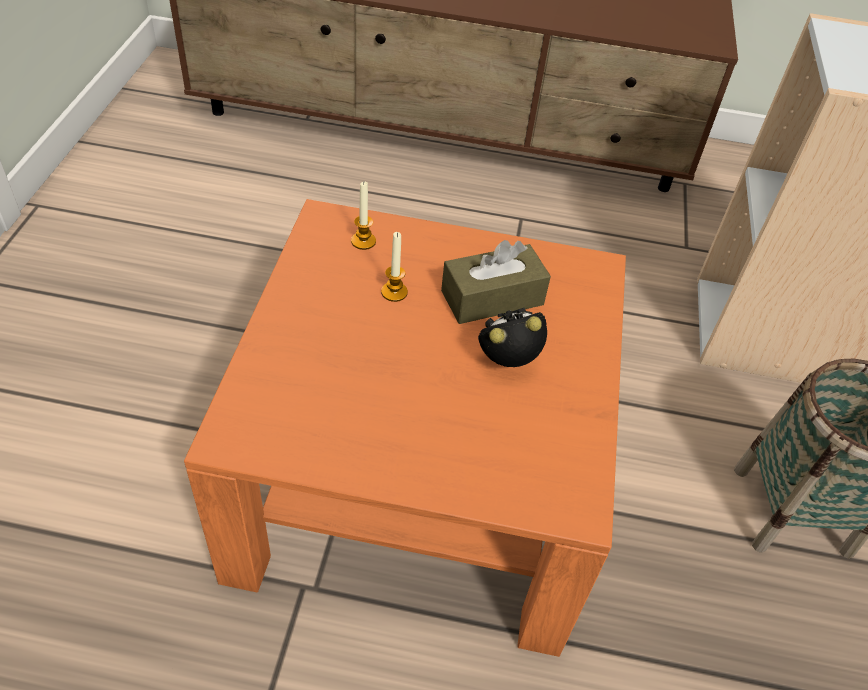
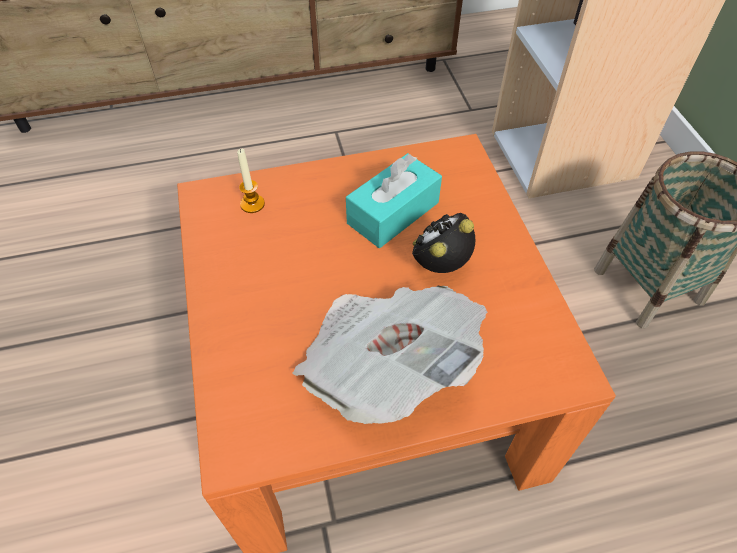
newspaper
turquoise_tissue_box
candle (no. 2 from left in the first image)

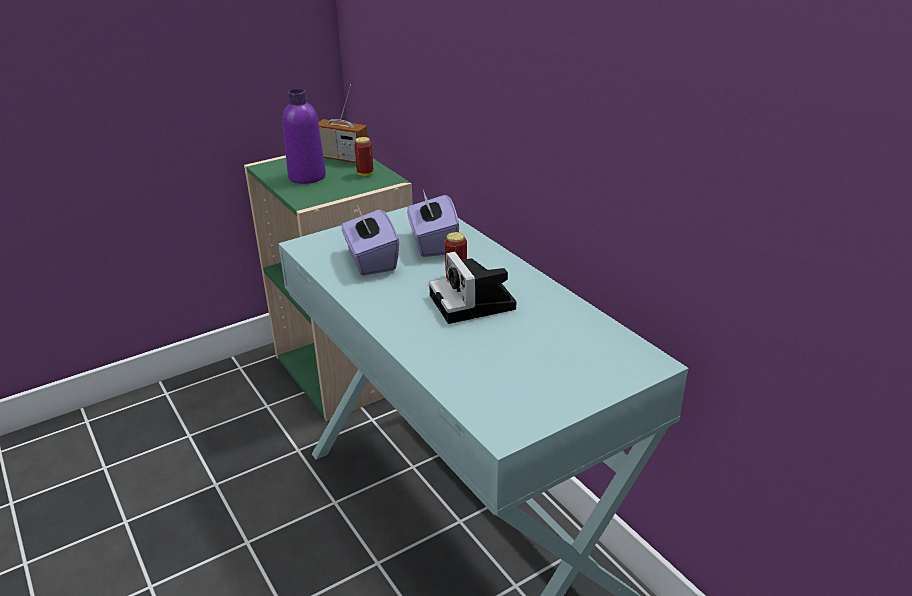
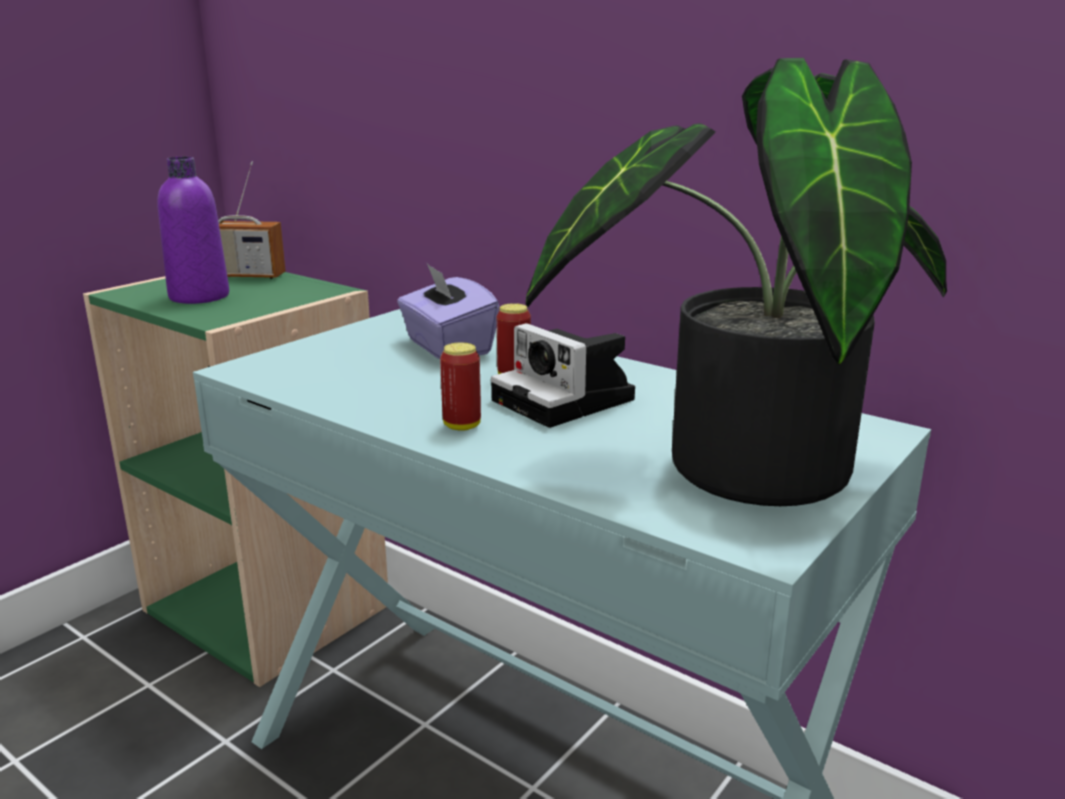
can (no. 1 from left)
potted_plant
purple_tissue_box (no. 1 from left in the first image)

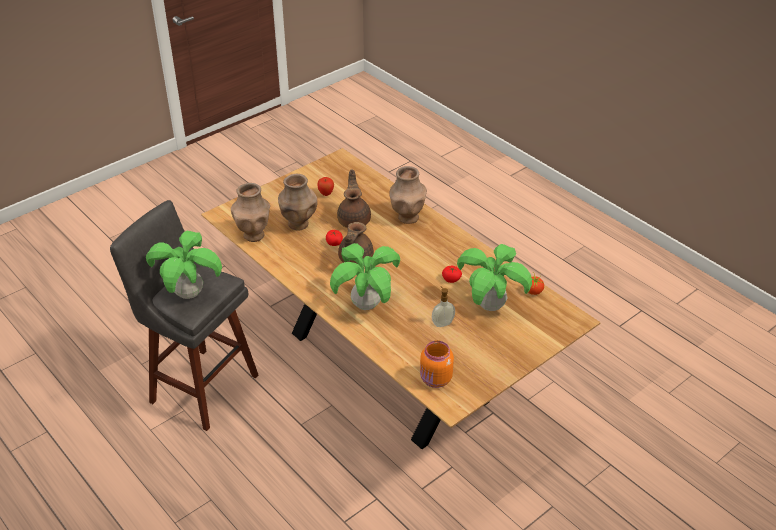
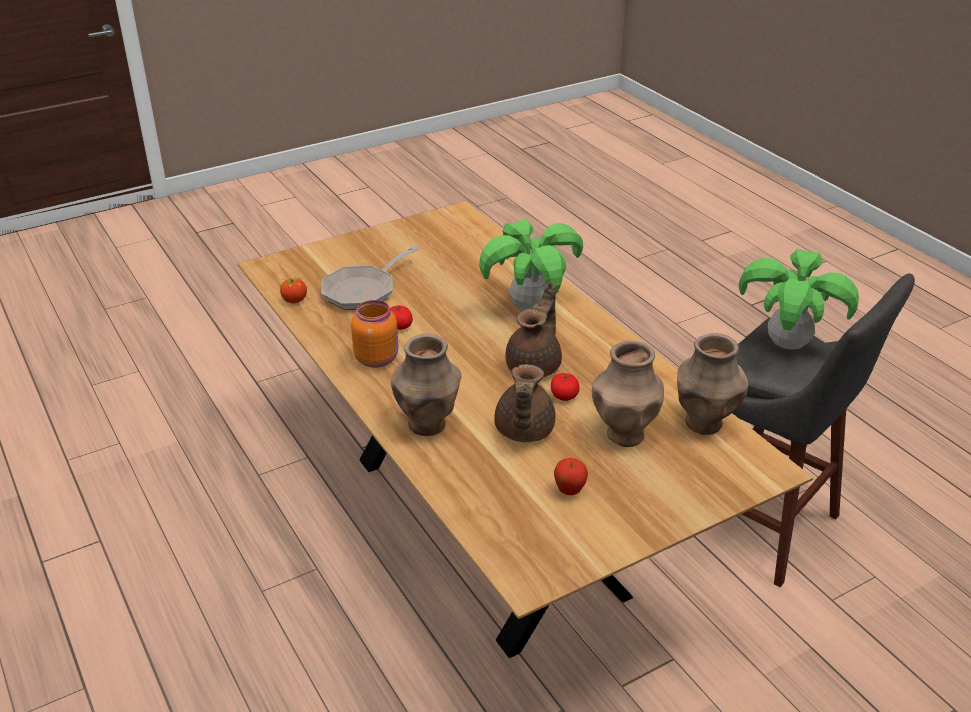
frying_pan
orange_jar
soap_dispenser

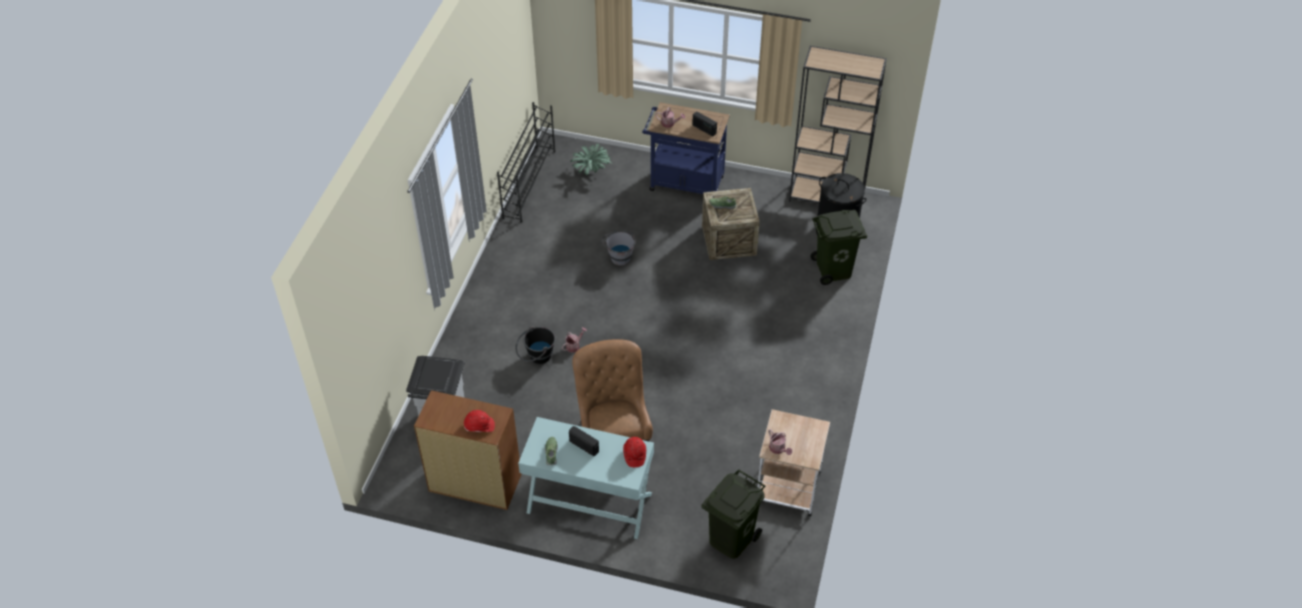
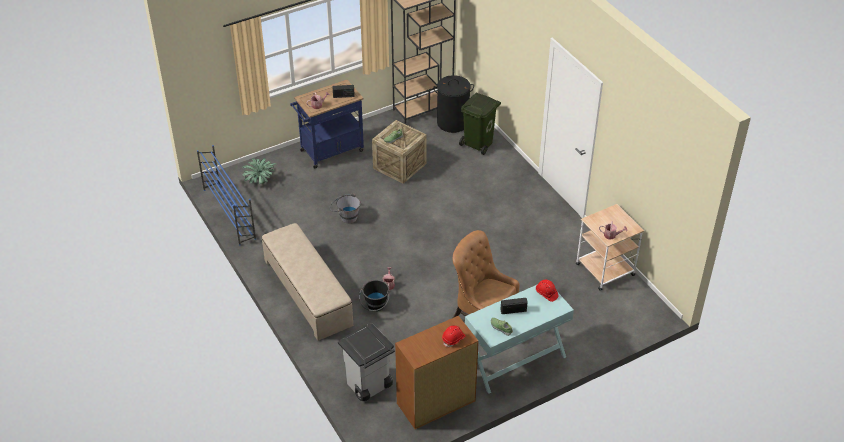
blue_shoe_rack
beige_bench
green_trash_can (no. 1 from left in the first image)

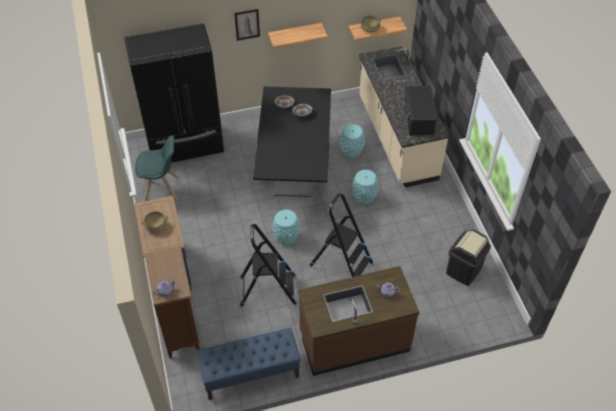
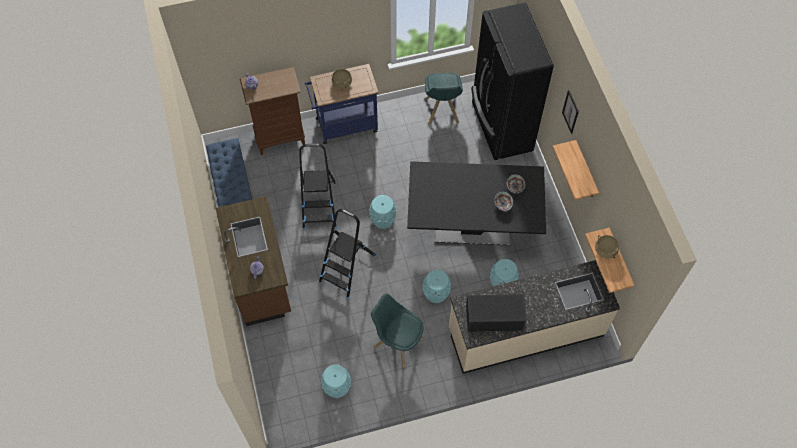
turquoise_stool (no. 1 from left)
turquoise_chair (no. 1 from left)

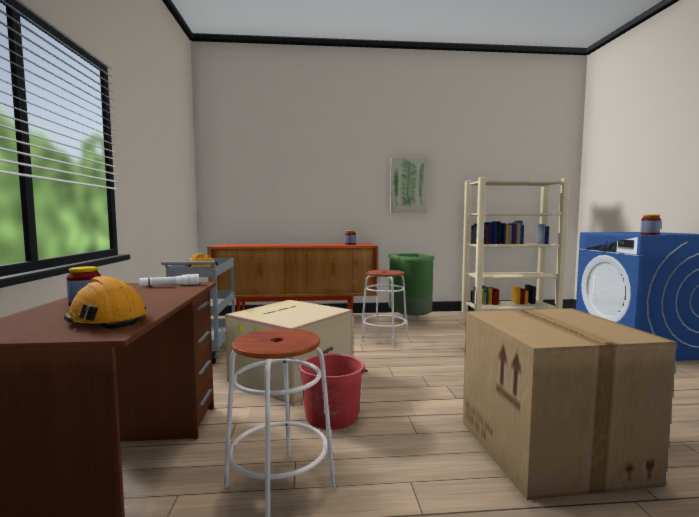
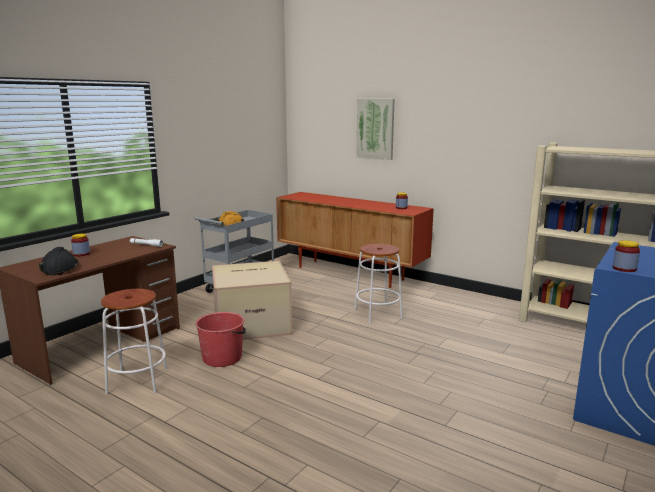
black_hard_hat
picture
green_trash_can
cardboard_box (no. 2 from left in the first image)

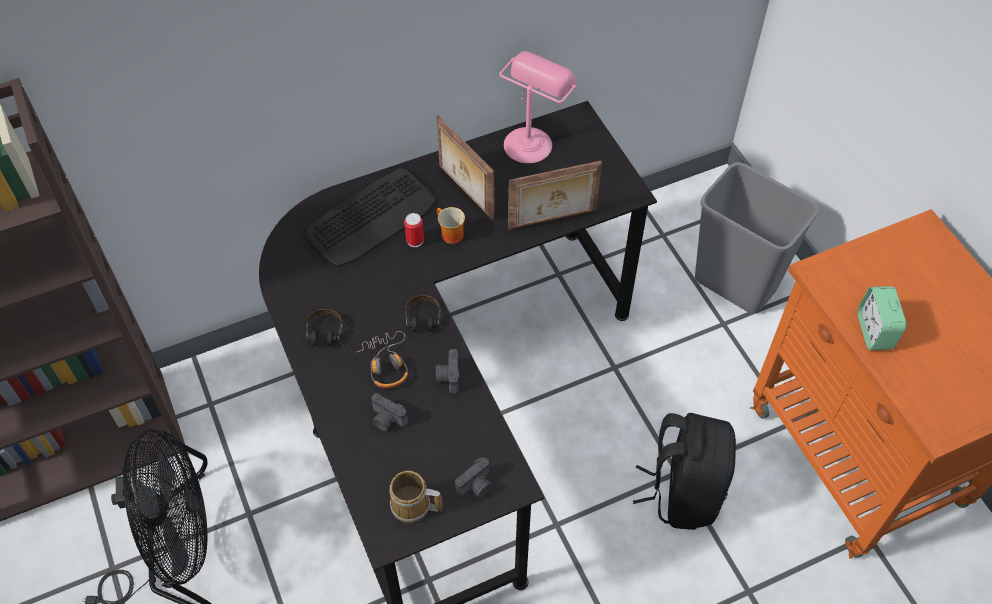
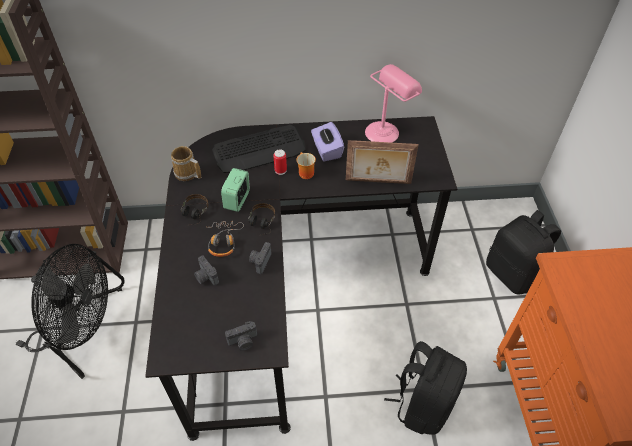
mug (no. 1 from left)
alarm_clock
purple_tissue_box
black_backpack (no. 2 from left)

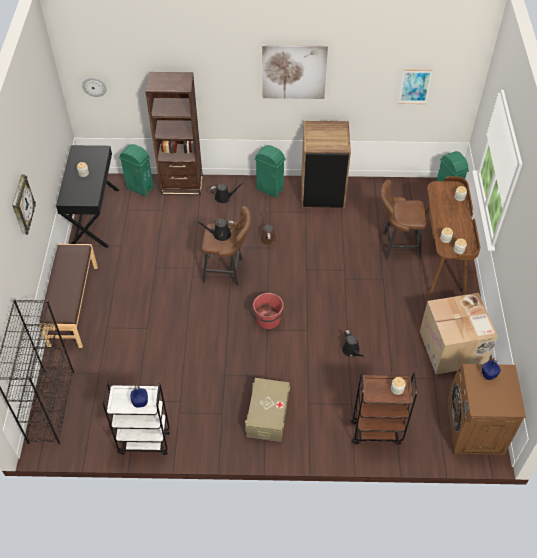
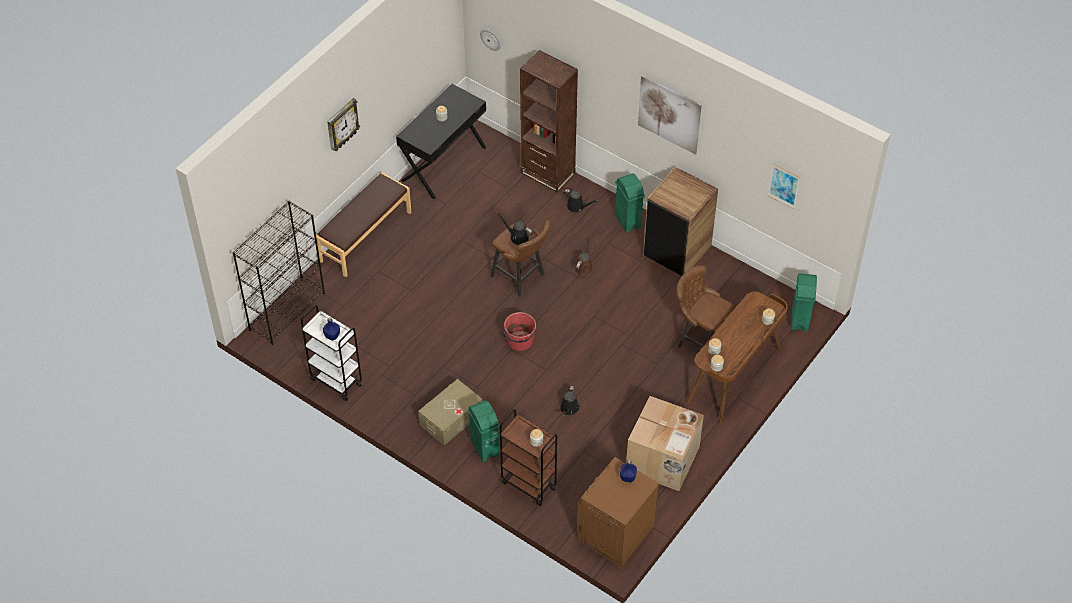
green_trash_can (no. 1 from left)

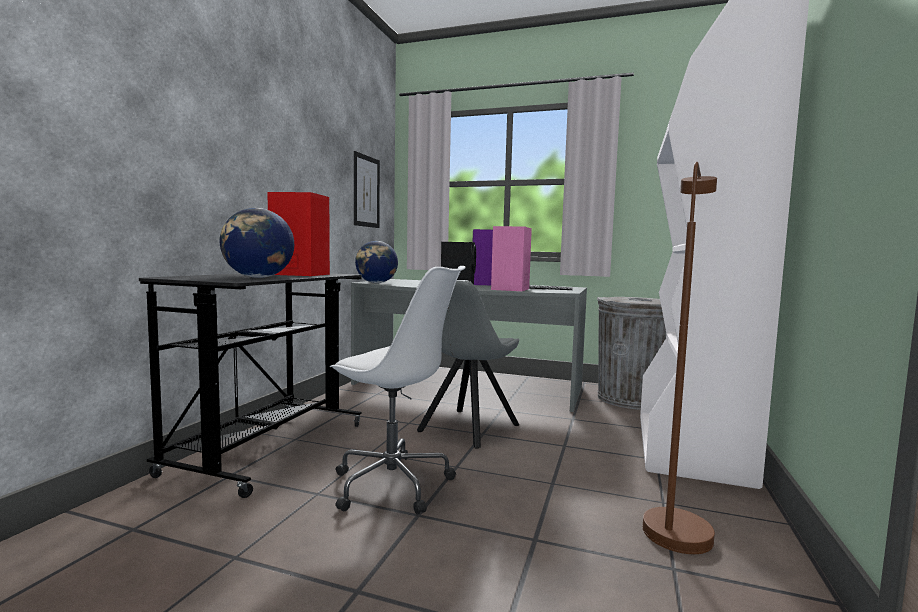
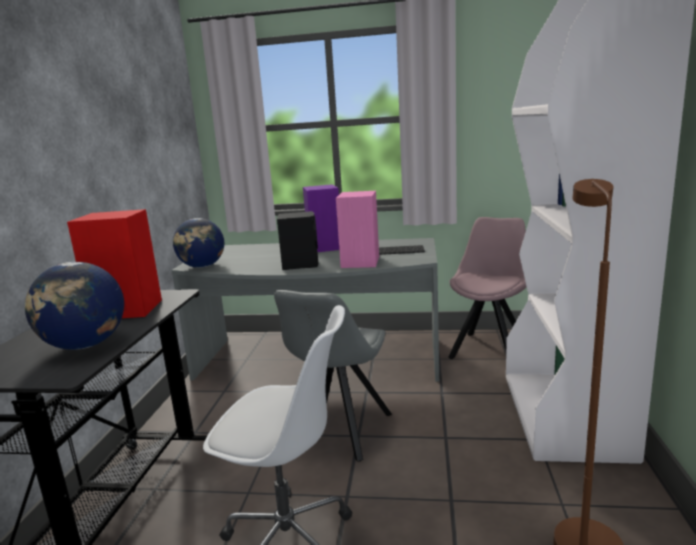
pink_chair
picture

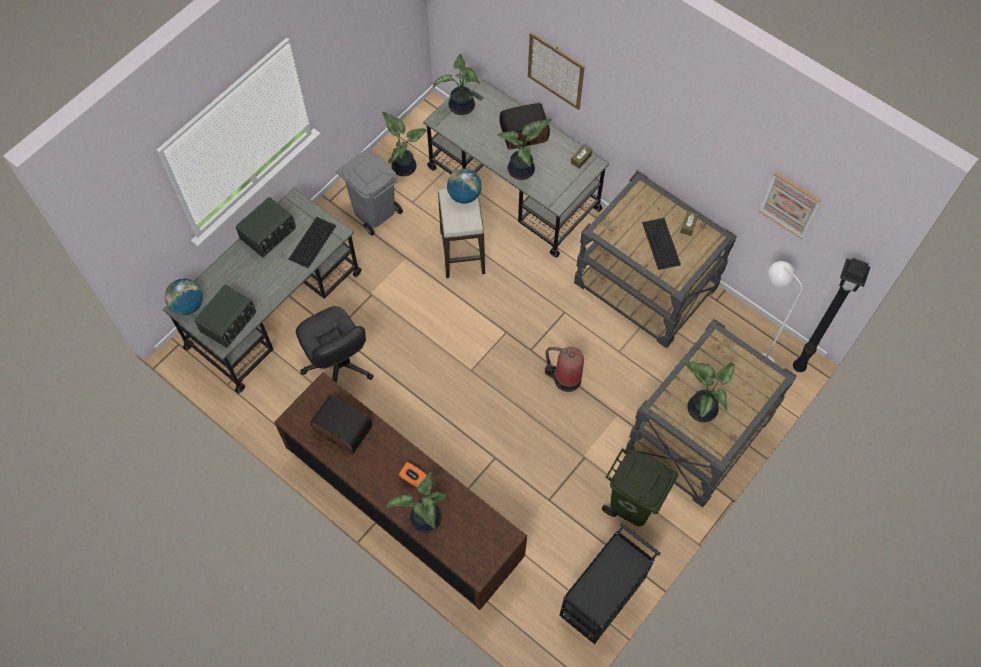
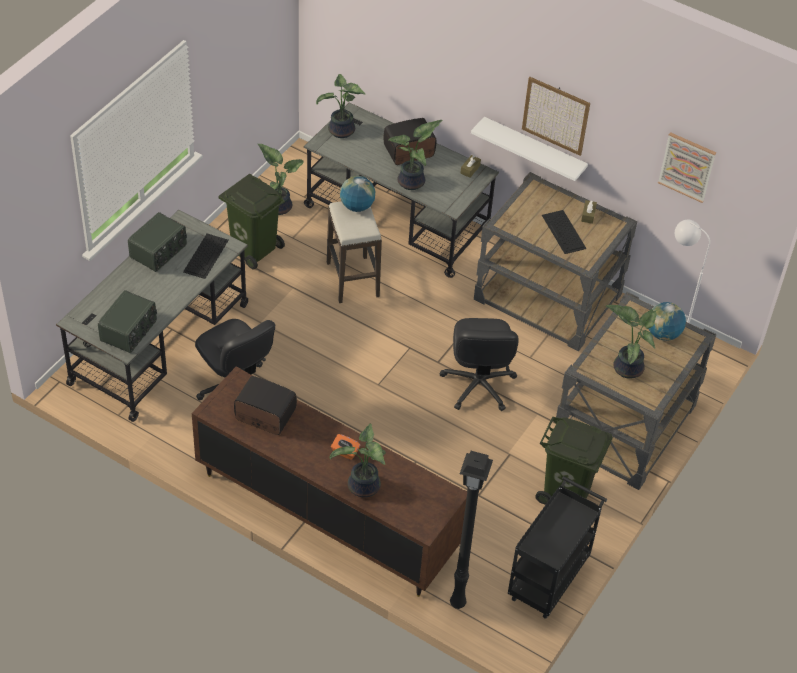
green_trash_can (no. 1 from left)
black_office_chair (no. 2 from left)
black_floor_lamp
white_shelf
picture (no. 1 from left)
globe (no. 2 from left)

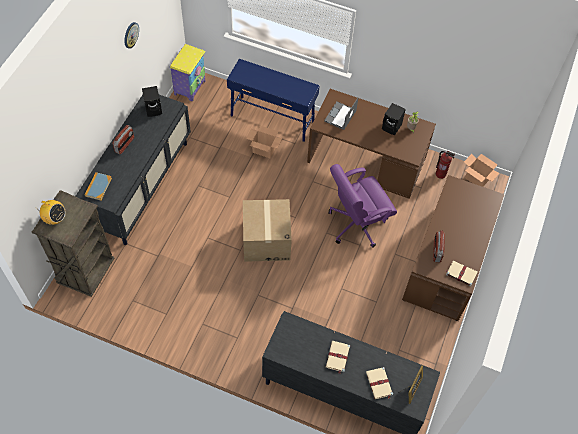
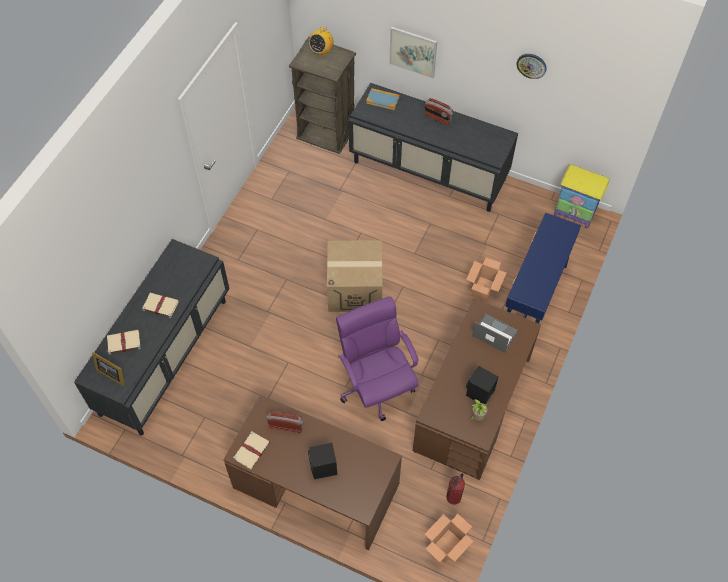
black_speaker (no. 1 from left)
picture

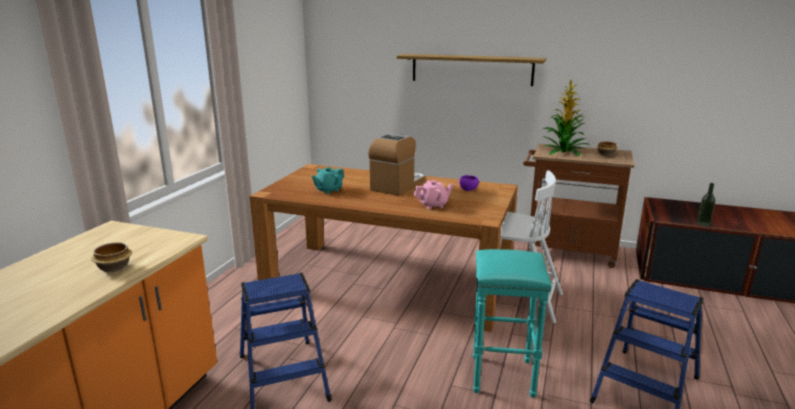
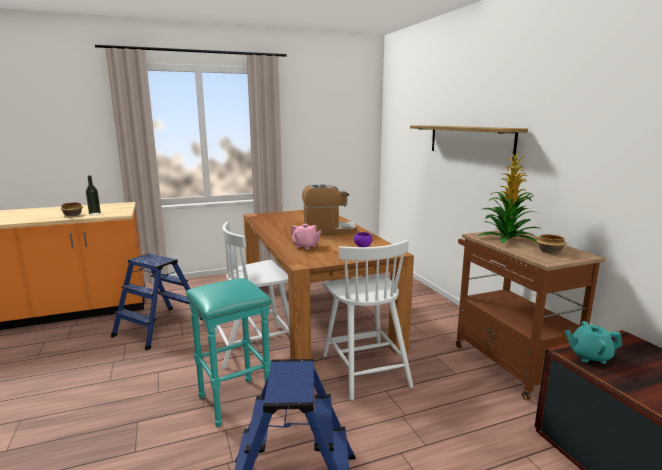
bottle
white_chair (no. 1 from left)
turquoise_teapot

